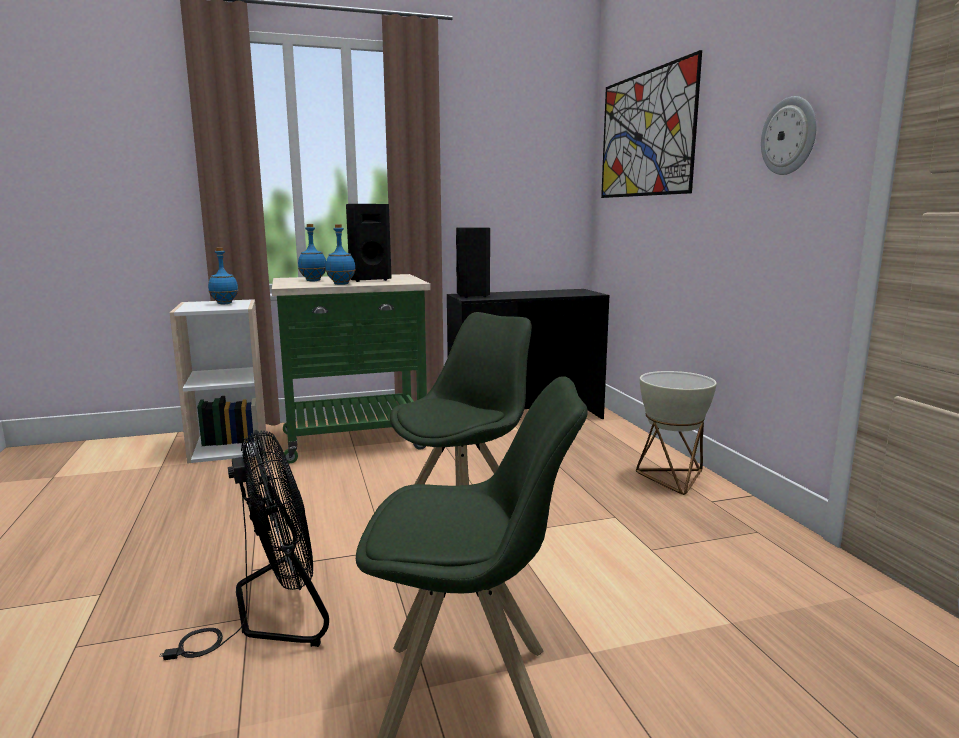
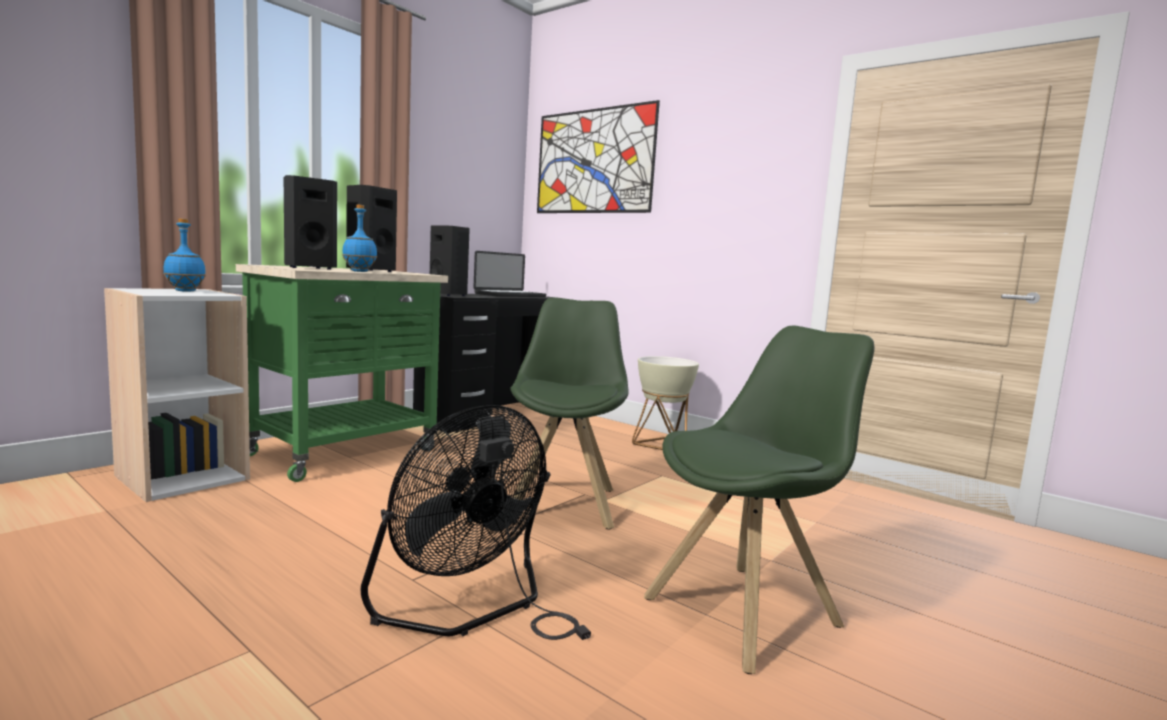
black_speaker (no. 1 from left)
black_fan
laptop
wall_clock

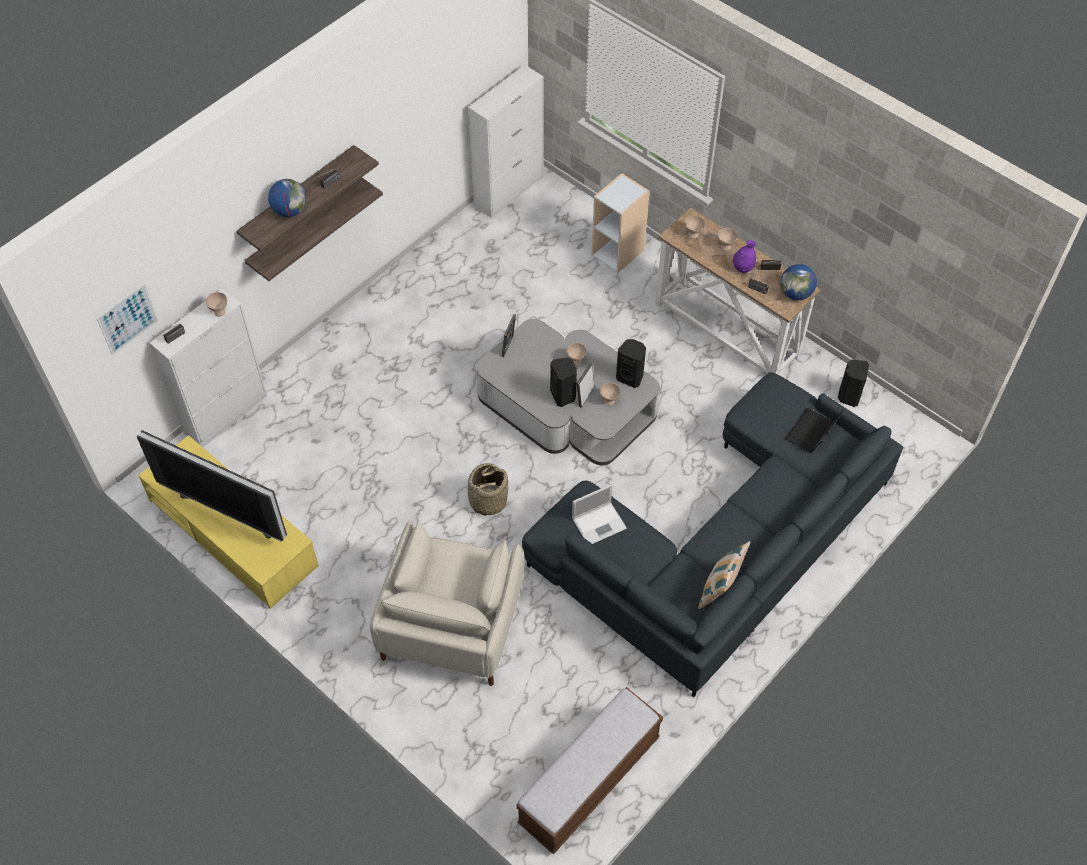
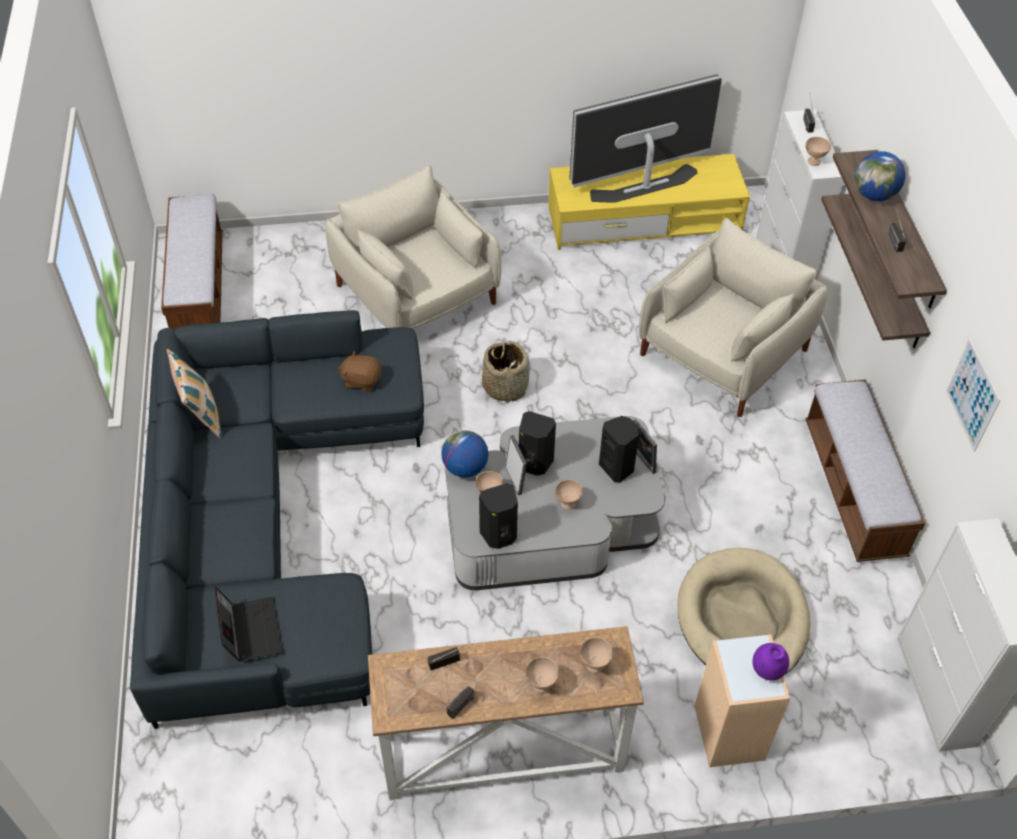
brown_plush_toy
globe (no. 1 from left)
black_speaker (no. 3 from left)
beige_armchair (no. 2 from left)
beige_dog_bed
purple_vase
bench (no. 2 from left)
picture

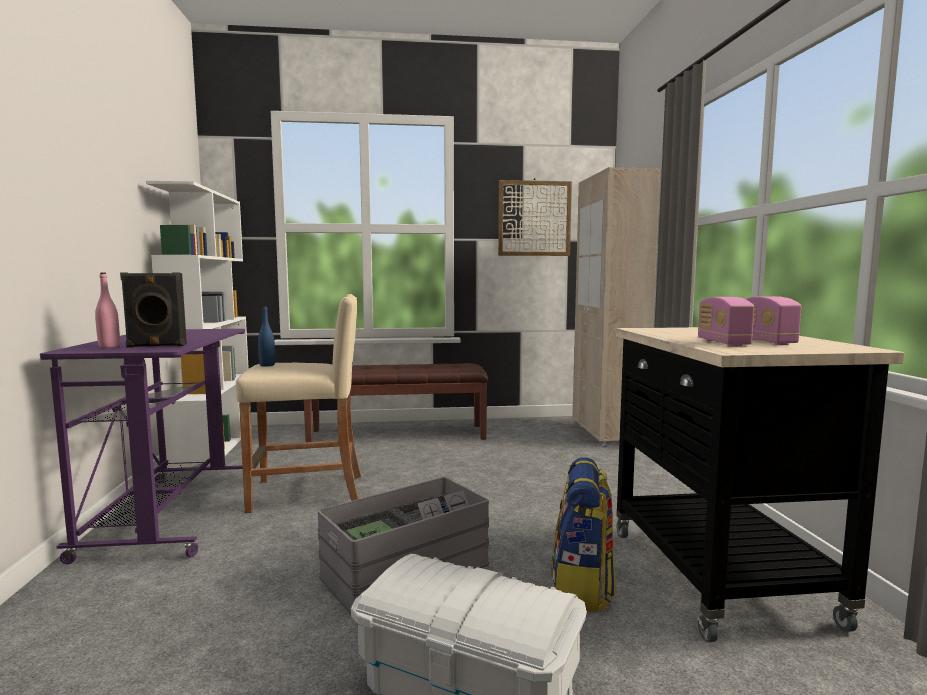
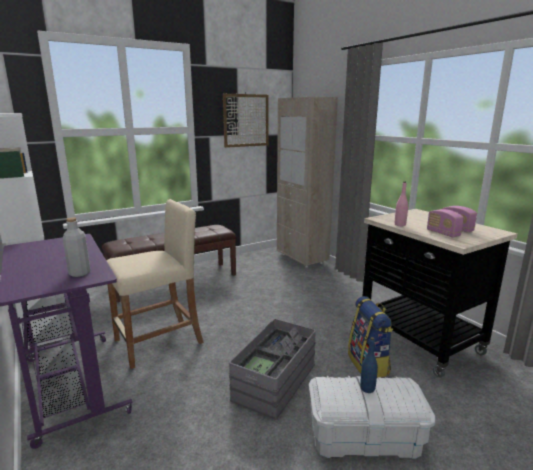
grey_bottle
blue_bottle
pink_bottle

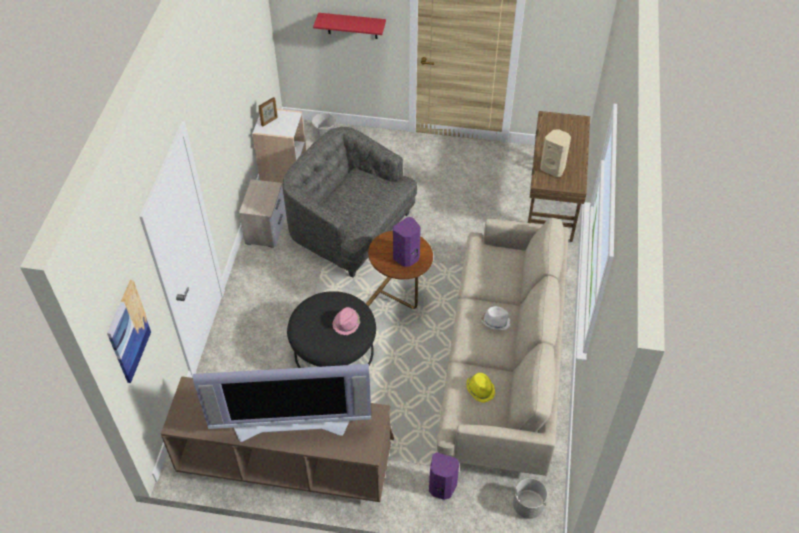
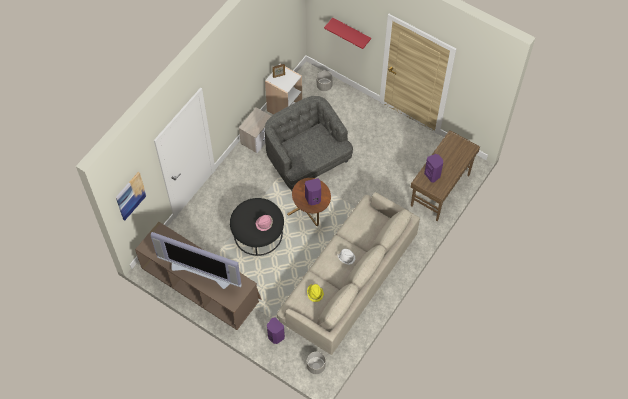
purple_speaker (no. 3 from left)

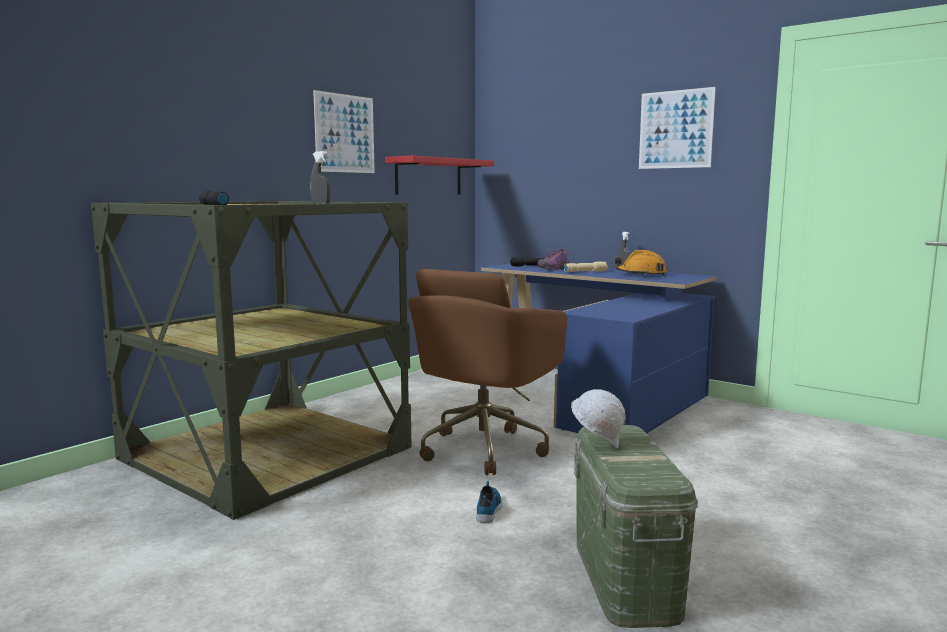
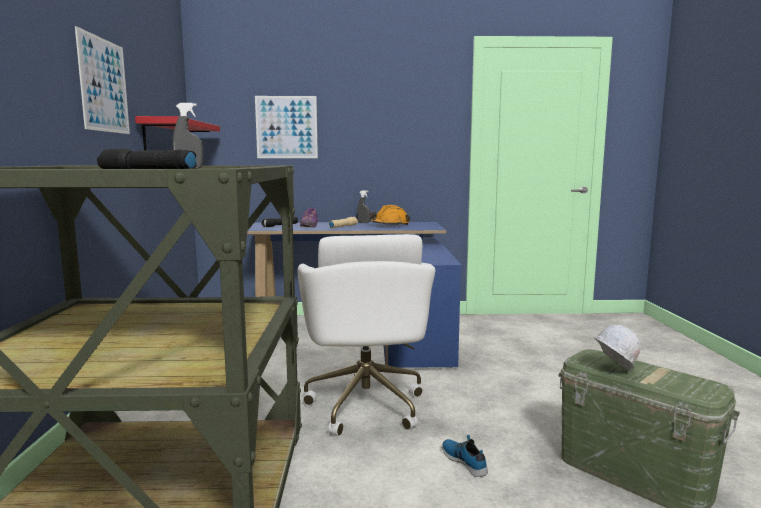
picture (no. 2 from left)
white_office_chair

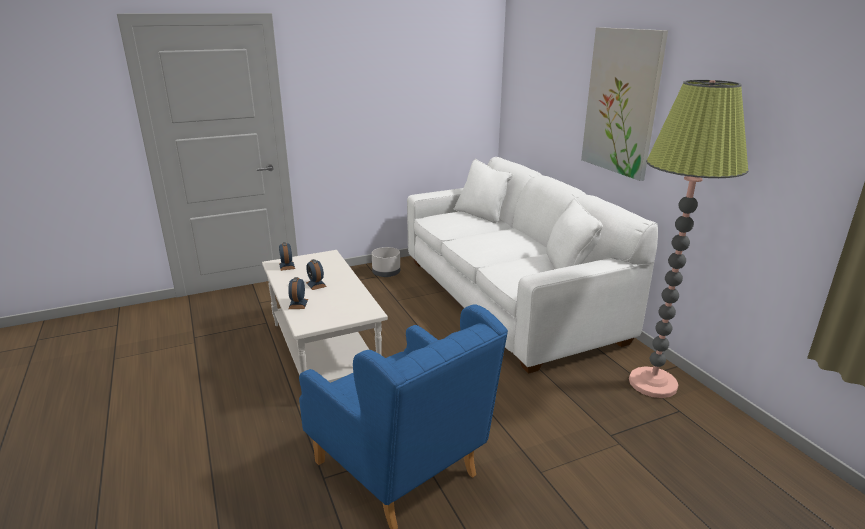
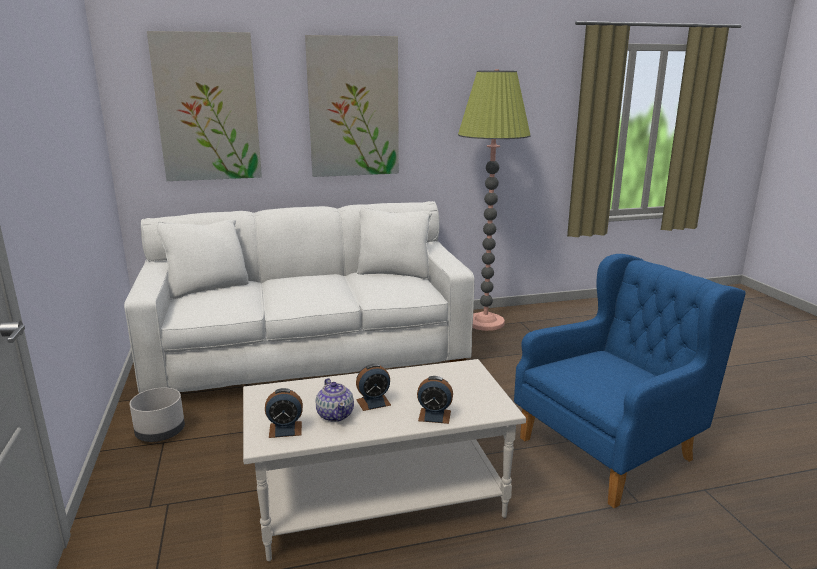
picture (no. 1 from left)
teapot

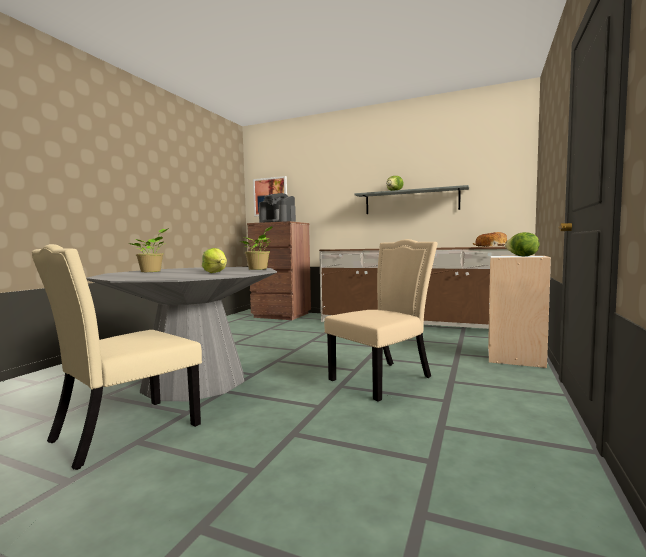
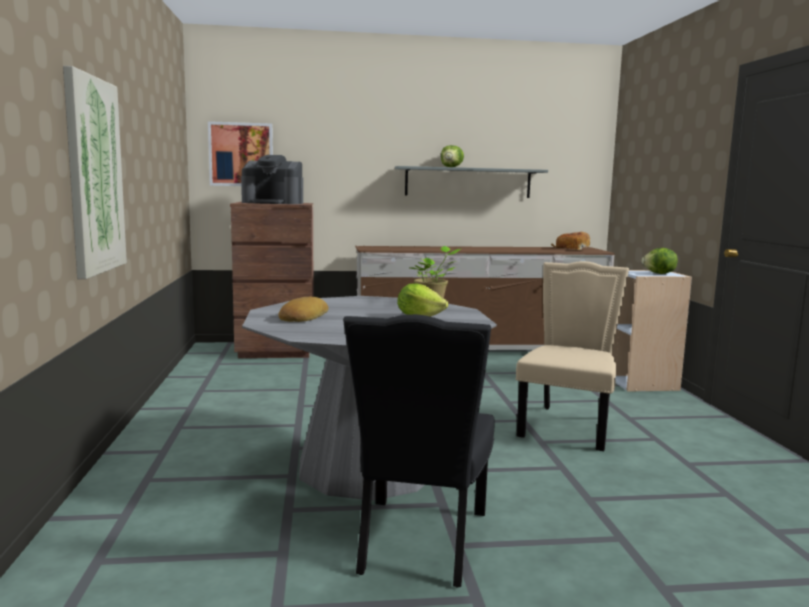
picture (no. 1 from left)
bread (no. 1 from left)
black_chair

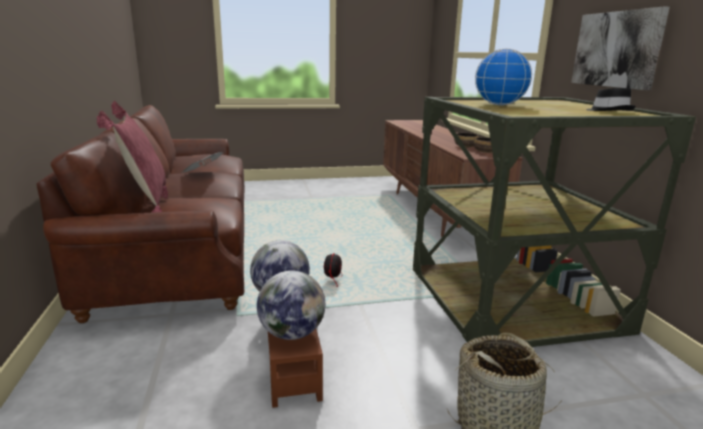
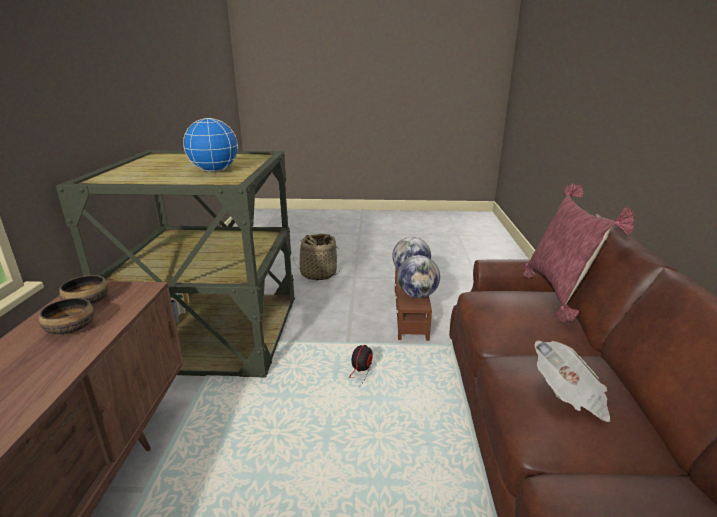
picture
black_hat

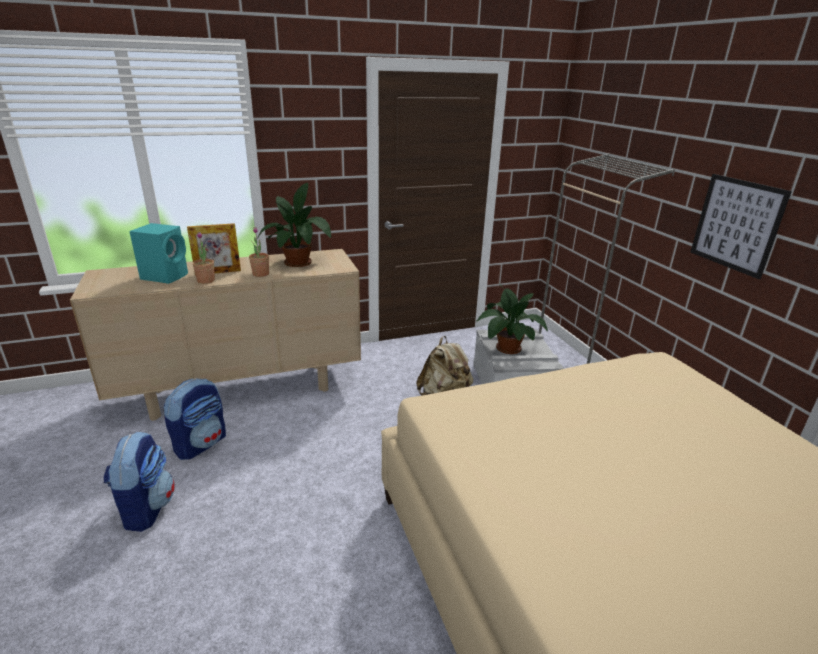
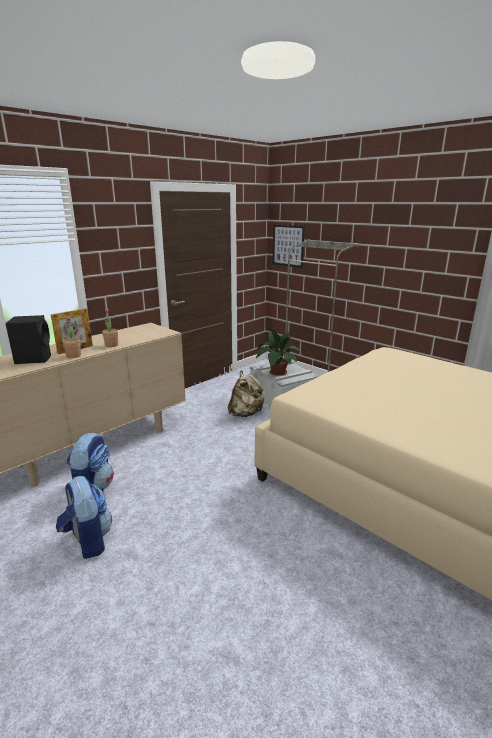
black_speaker
picture
potted_plant (no. 3 from left in the first image)

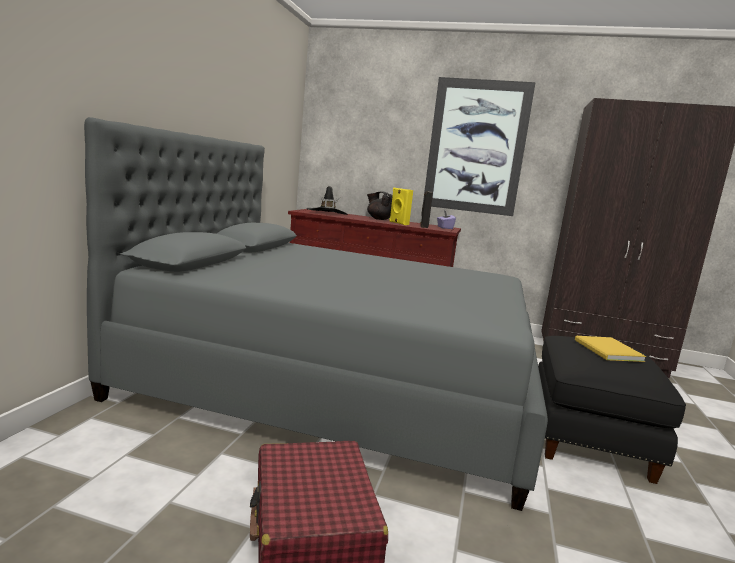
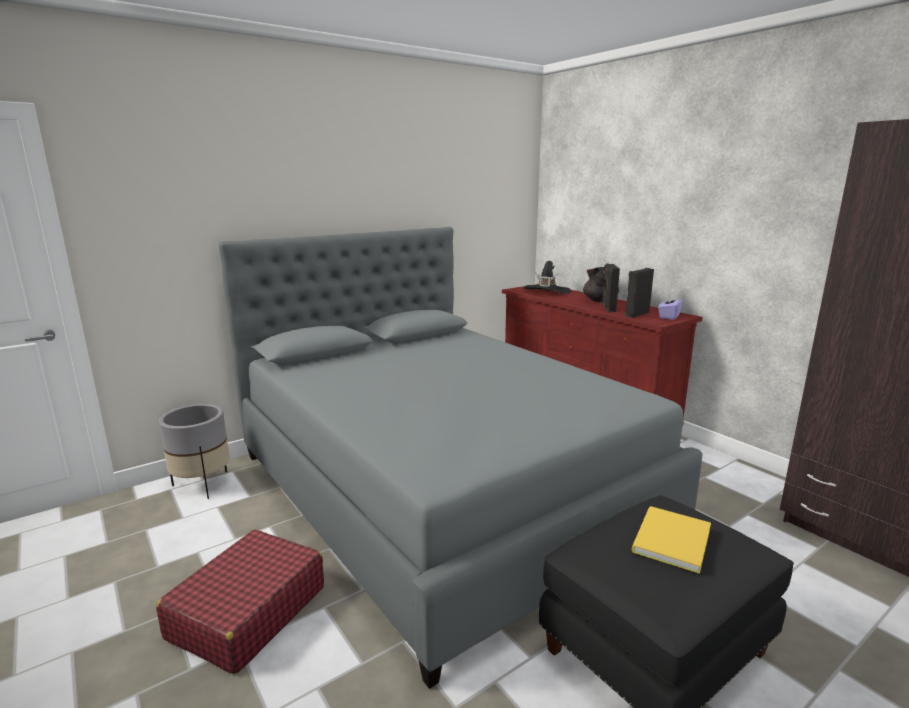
grey_planter
black_speaker (no. 1 from left)
picture

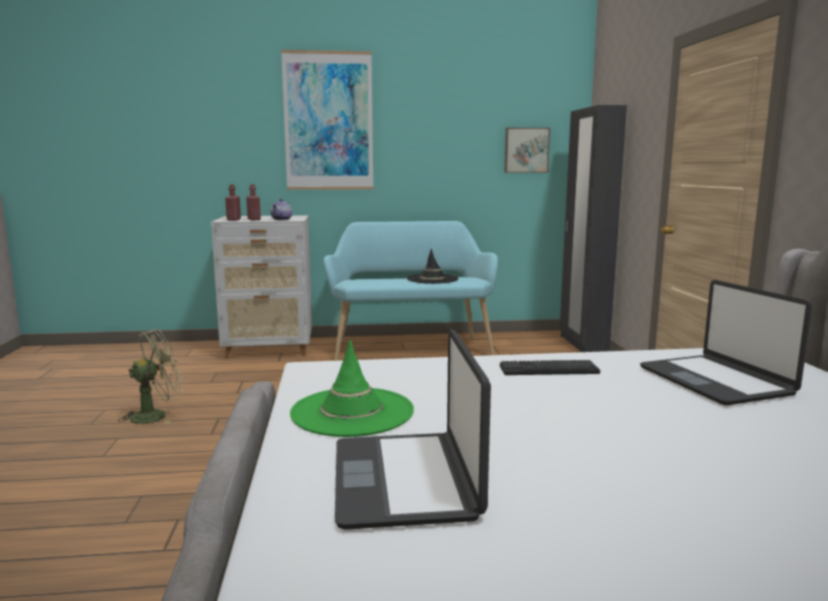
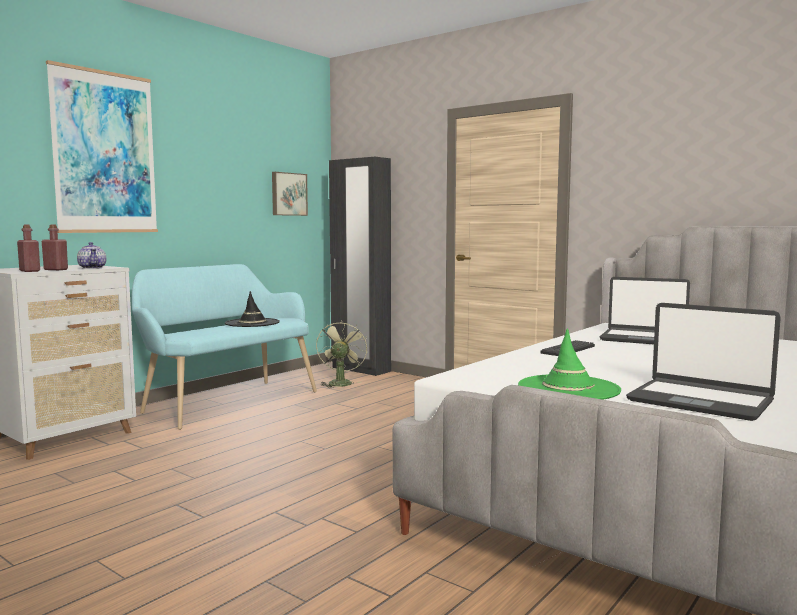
green_fan

